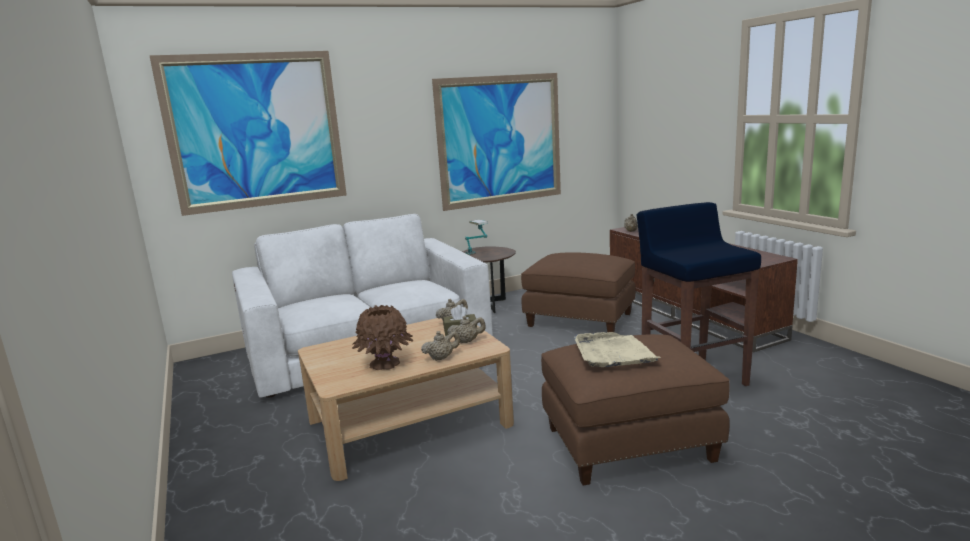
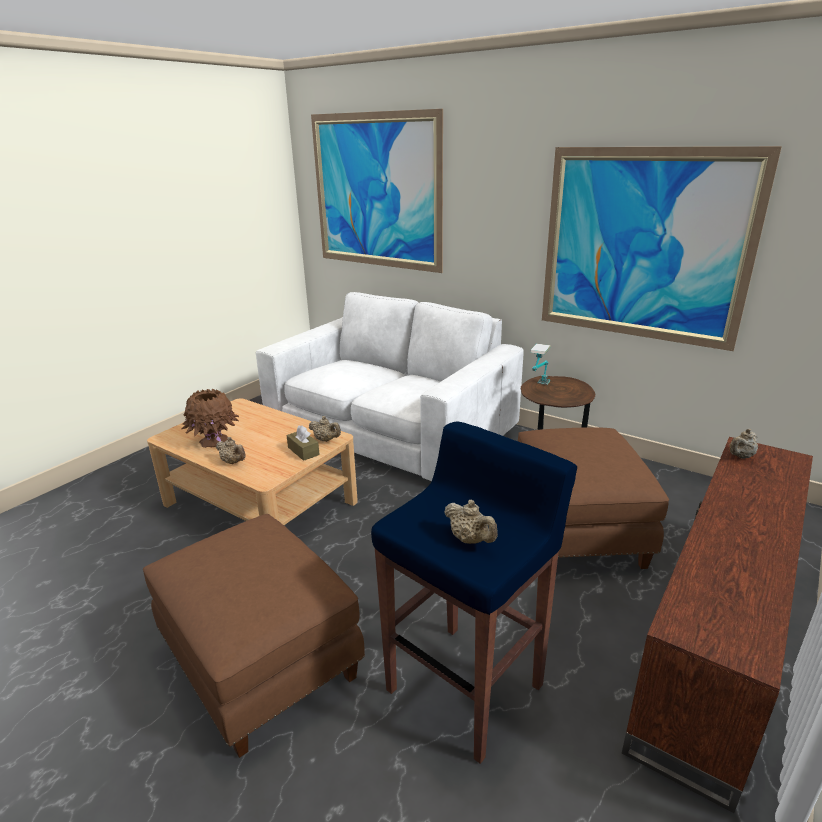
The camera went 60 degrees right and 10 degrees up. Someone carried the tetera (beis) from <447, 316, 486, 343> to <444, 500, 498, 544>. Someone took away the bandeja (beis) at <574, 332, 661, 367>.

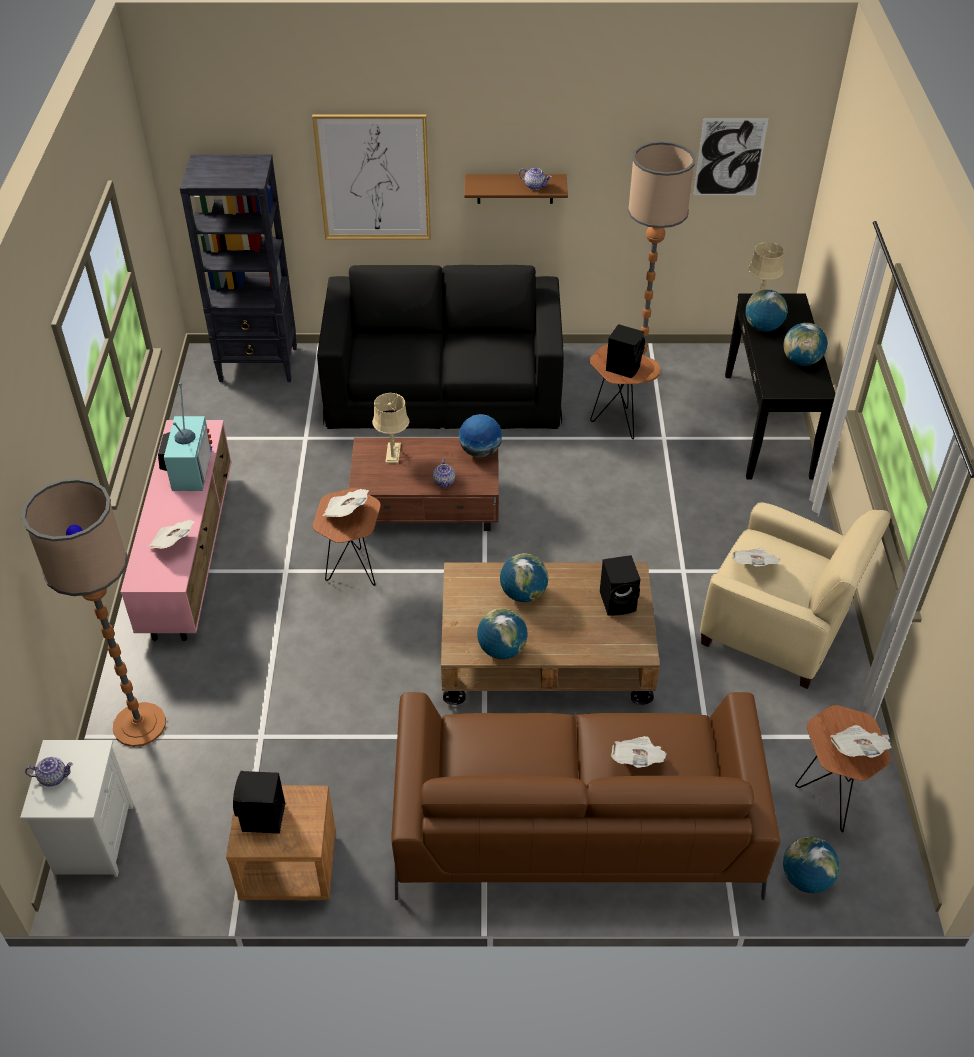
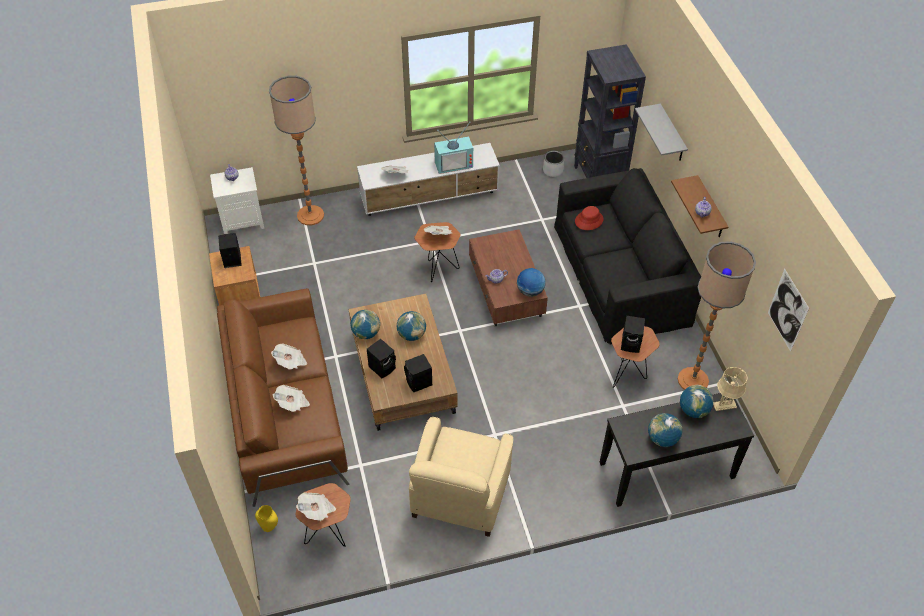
The camera went 75 degrees right and 5 degrees up. Someone swapped the cuadro at <312, 114, 431, 240> for the estante (gris) at <635, 104, 688, 161>. Someone took away the lámpara de mesa (beis) at <372, 393, 410, 464>. Someone repainted the mueble de televisión (rosa) at <121, 420, 232, 641>, which became the mueble de televisión (blanco) at <357, 143, 500, 216>. Someone carried the periódico from <732, 548, 781, 566> to <271, 343, 307, 370>. Someone swapped the globo terráqueo at <783, 837, 840, 893> for the florero (amarillo) at <255, 505, 278, 532>. Someone put down the maceta (gris) at <543, 150, 564, 177>. Someone put down the sombrero (rojo) at <575, 206, 604, 230>. Someone put down the altavoz (negro) at <367, 339, 396, 378>.

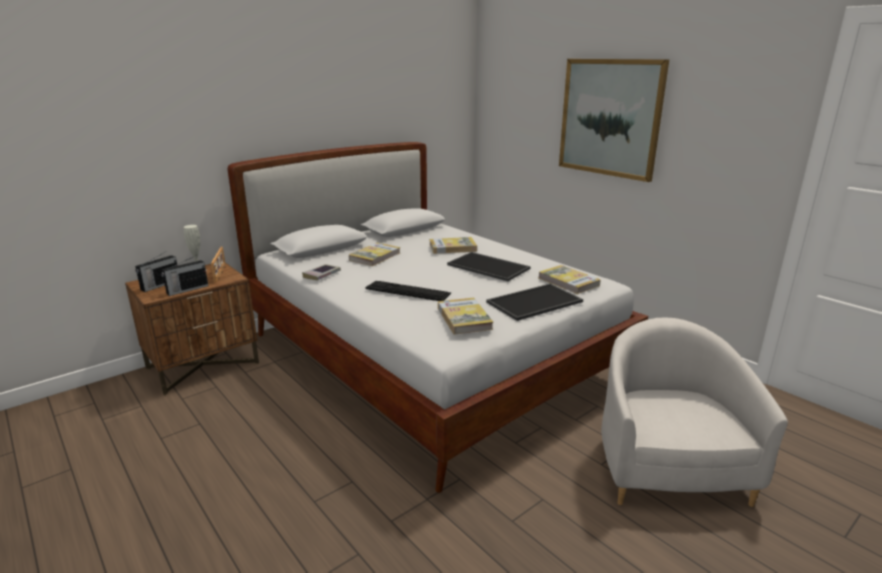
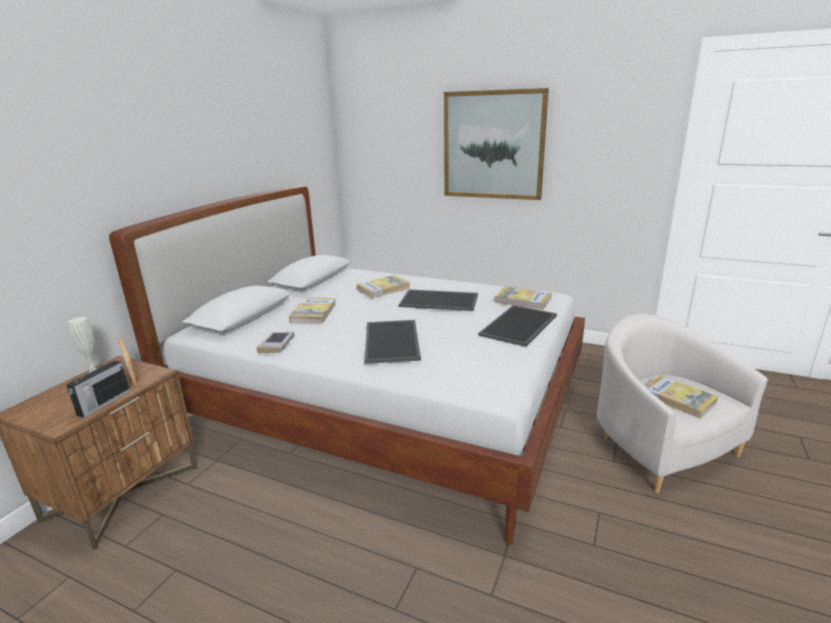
The camera went 25 degrees left and 0 degrees up. Someone took away the radio at <135, 252, 178, 292>. Someone swapped the teclado at <365, 281, 451, 301> for the bandeja at <365, 320, 421, 364>. Someone carried the libro from <438, 298, 493, 334> to <645, 376, 718, 419>.

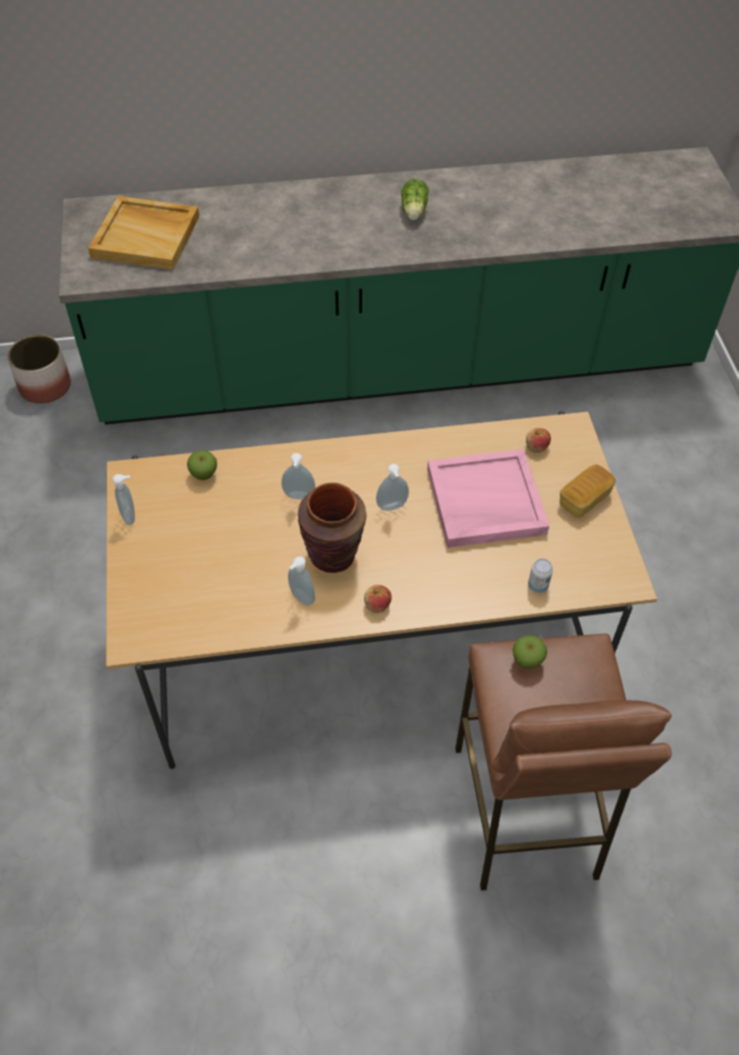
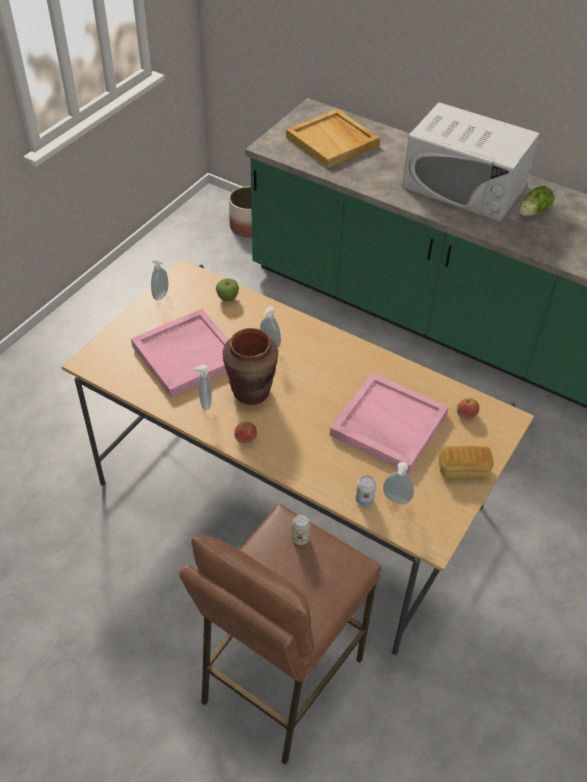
The camera went 40 degrees right and 5 degrees down. Someone carried the dispensador de jabón from <376, 464, 409, 511> to <383, 462, 414, 505>. Someone swapped the manzana at <513, 635, 547, 669> for the lata at <292, 514, 311, 545>. Someone put down the microondas (blanco) at <402, 102, 540, 222>. Someone put down the bandeja (rosa) at <131, 309, 229, 398>.

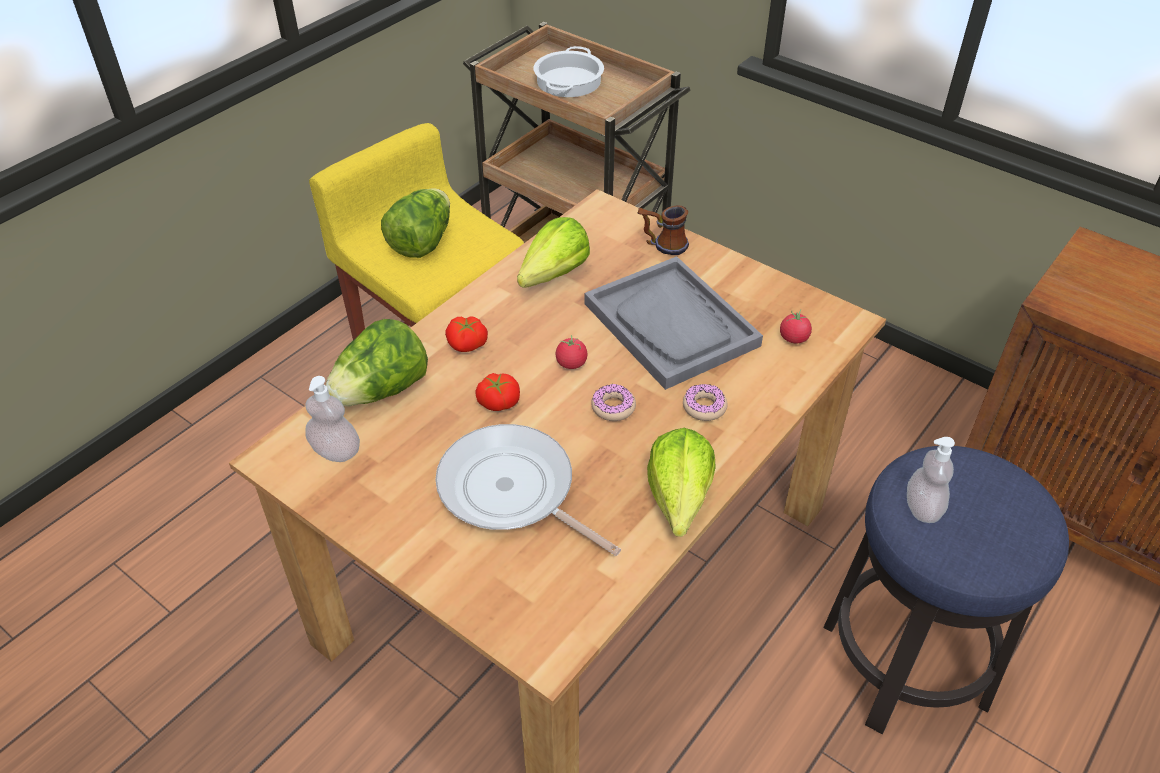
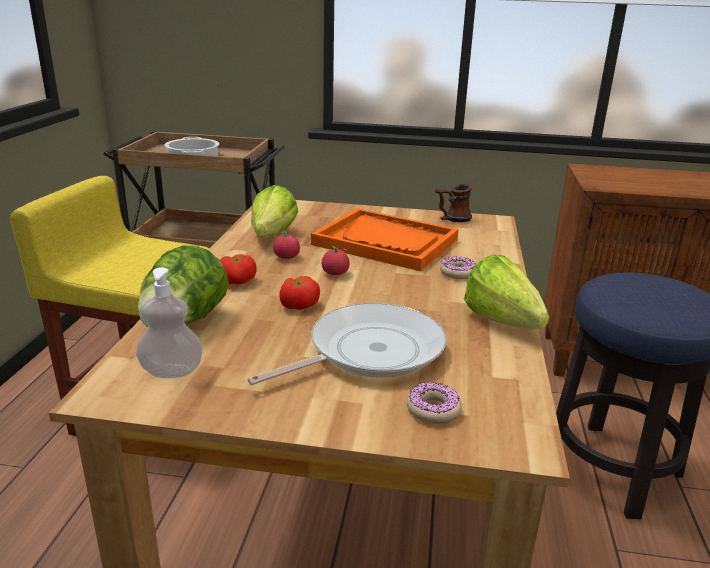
The camera went 30 degrees left and 20 degrees down. Someone took away the lechuga at <381, 188, 450, 258>. Someone carried the taza grande from <638, 205, 689, 255> to <435, 183, 473, 222>. Someone repainted the bandeja (gris) at <584, 256, 763, 390>, which became the bandeja (naranja) at <311, 208, 459, 271>. Someone carried the tomate from <780, 310, 812, 344> to <273, 230, 300, 259>. Someone carried the rosquilla from <591, 384, 636, 421> to <407, 382, 462, 424>. Someone rotated the sartén at <435, 424, 621, 556> by 135 degrees clockwise. Someone took away the dispensador de jabón at <907, 437, 955, 523>.

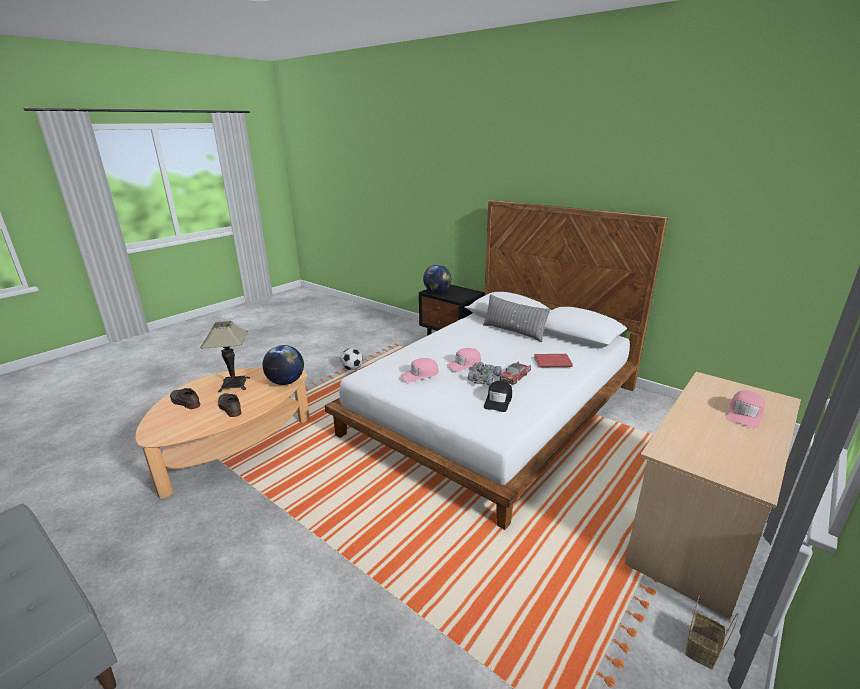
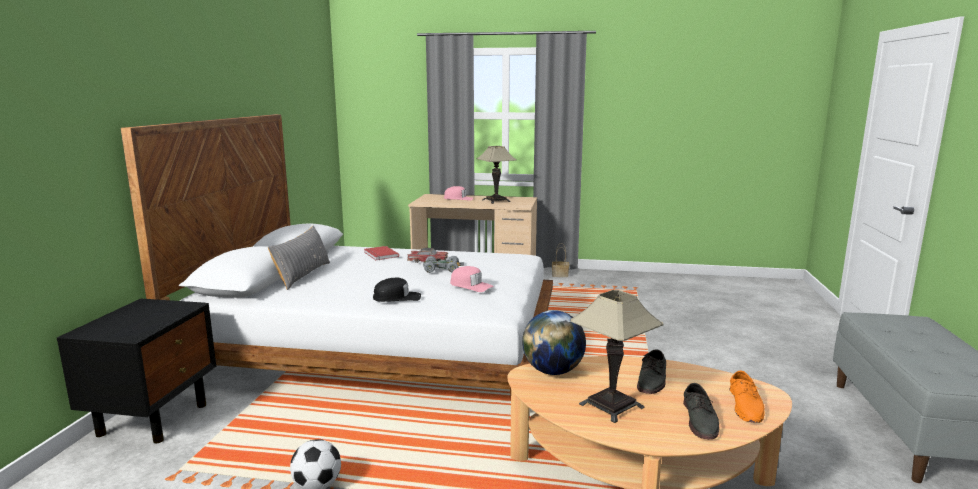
The camera went 120 degrees left and 10 degrees down. Someone took away the globo terráqueo at <423, 264, 451, 293>. Someone took away the gorra (rosa) at <447, 348, 481, 372>. Someone carried the gorra (negro) from <484, 381, 512, 412> to <373, 278, 421, 302>. Someone put down the lámpara de mesa at <476, 146, 516, 204>. Someone put down the zapato (naranja) at <730, 371, 764, 423>.

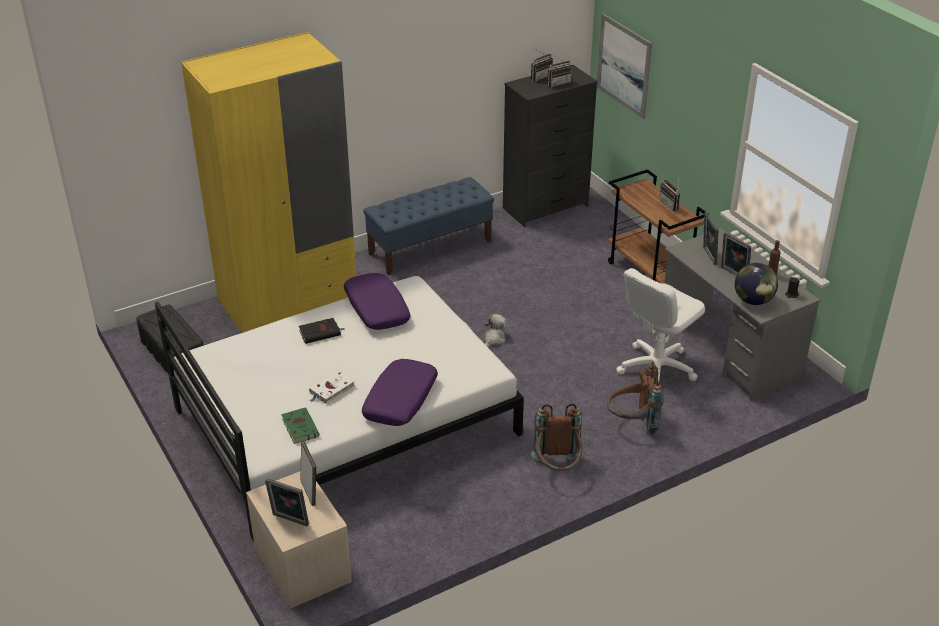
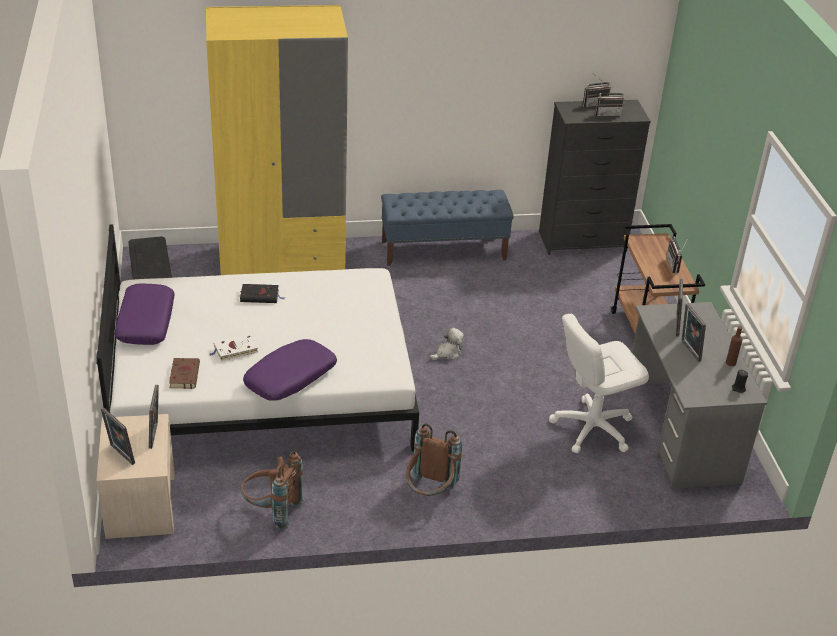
The camera went 20 degrees right and 0 degrees up. Someone took away the cuadro at <597, 13, 652, 119>. Someone took away the globo terráqueo at <735, 263, 778, 305>. Someone carried the cojín (morado) from <344, 273, 410, 330> to <114, 283, 175, 345>. Someone carried the mochila (marrón) from <607, 362, 664, 436> to <240, 451, 304, 531>. Someone repainted the libro (verde) at <281, 408, 319, 444>, which became the libro (marrón) at <169, 358, 200, 389>.

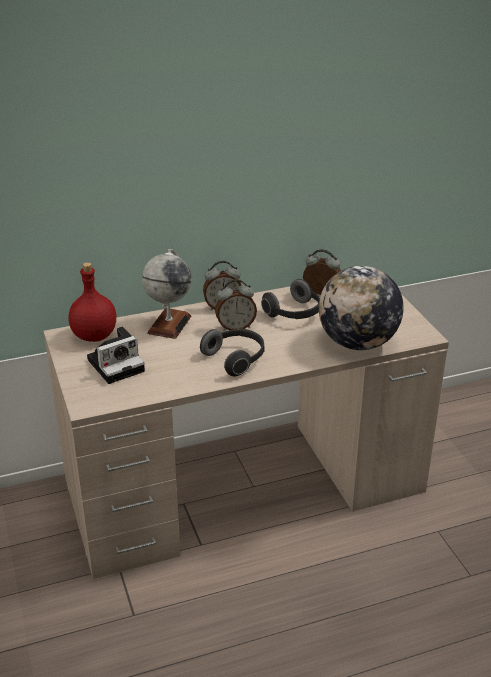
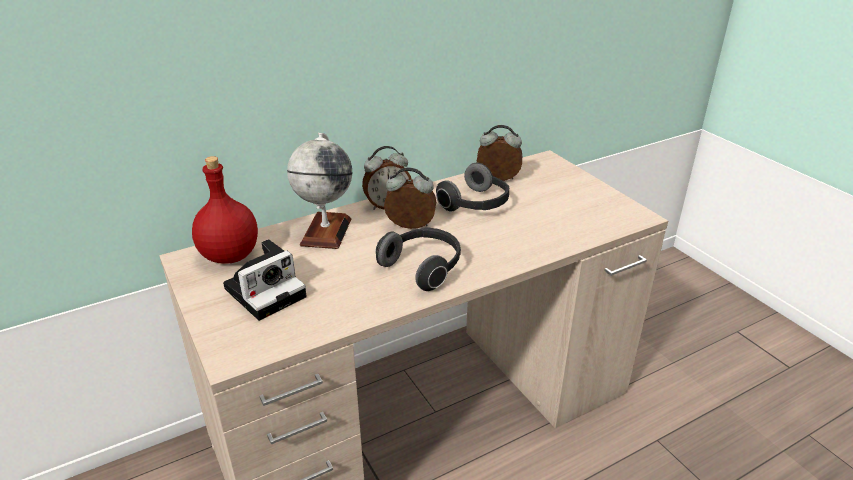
The camera went 10 degrees left and 0 degrees up. Someone took away the globo terráqueo at <319, 266, 403, 350>. Someone rotated the despertador at <215, 279, 257, 331> by 150 degrees counterclockwise.

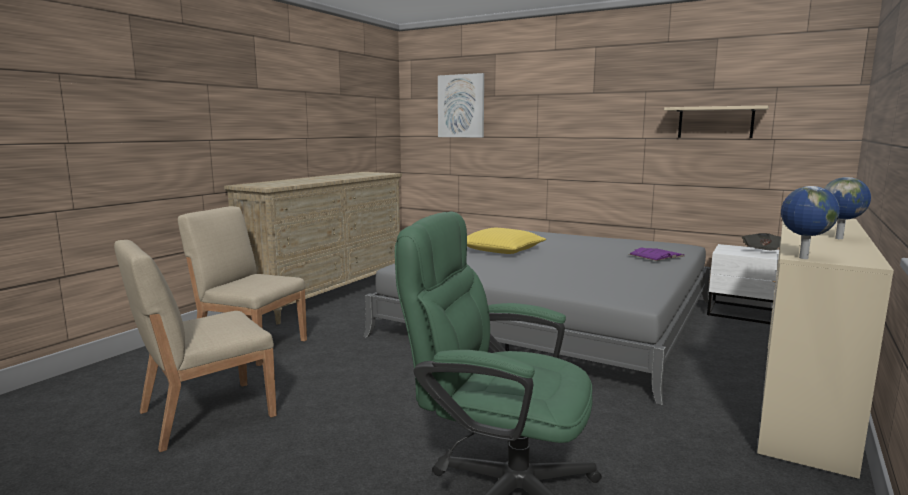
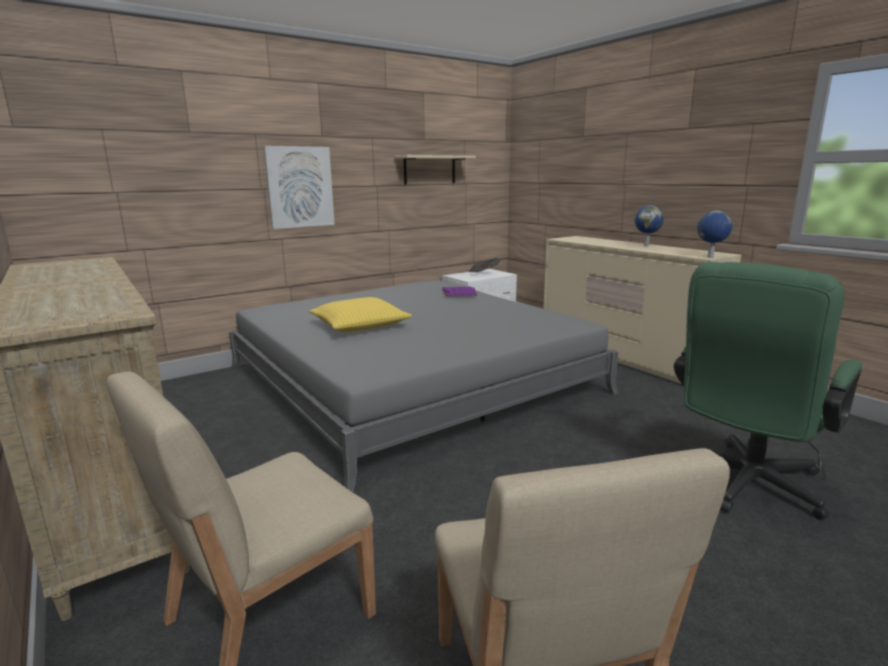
The camera went 65 degrees left and 5 degrees up. Someone carried the cuadro from <438, 73, 484, 138> to <263, 146, 335, 229>.

